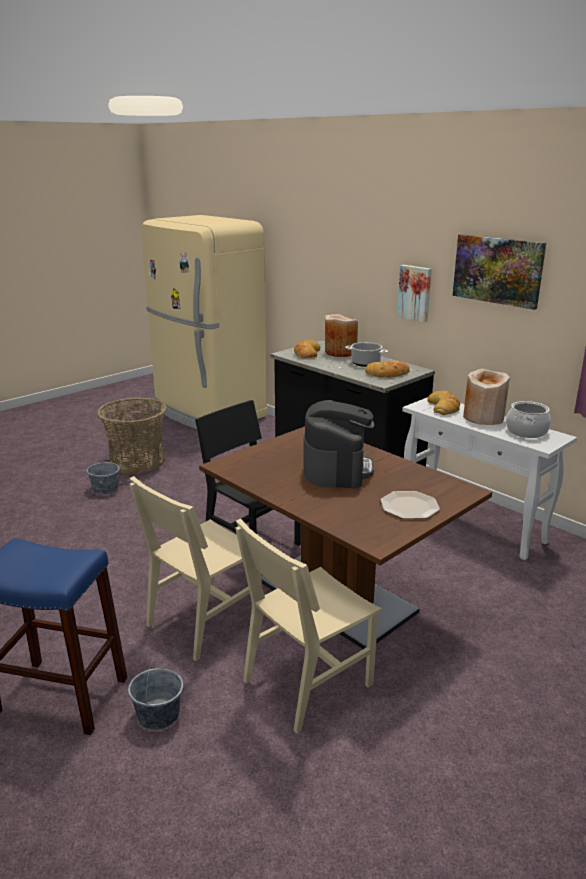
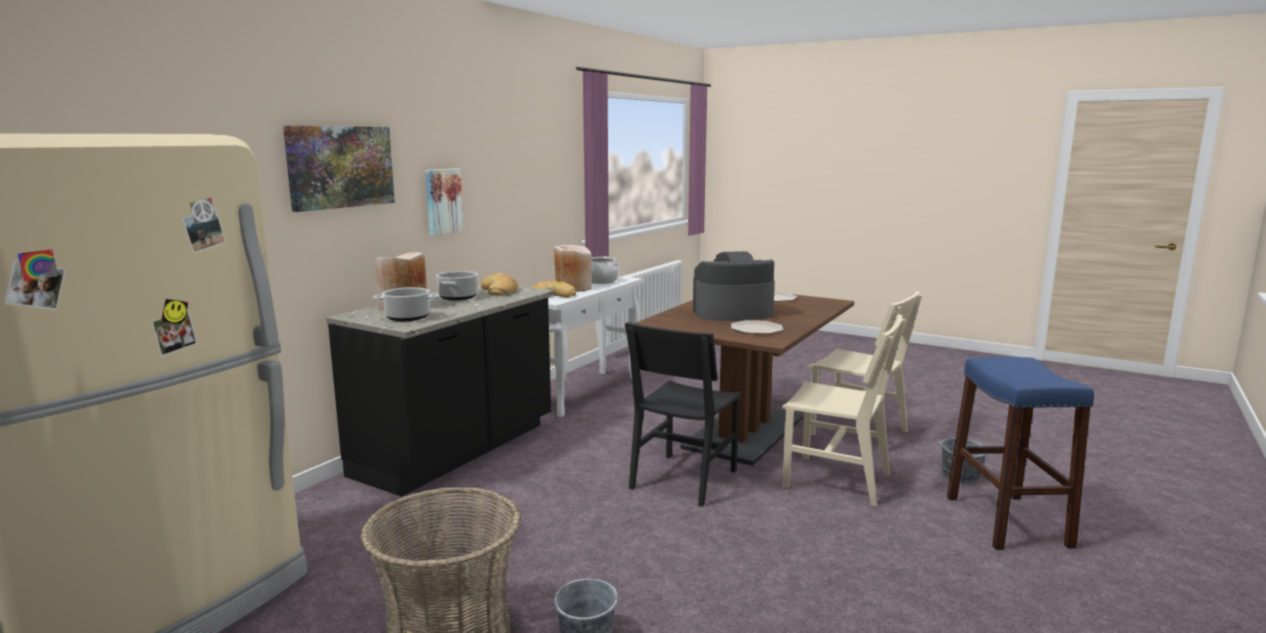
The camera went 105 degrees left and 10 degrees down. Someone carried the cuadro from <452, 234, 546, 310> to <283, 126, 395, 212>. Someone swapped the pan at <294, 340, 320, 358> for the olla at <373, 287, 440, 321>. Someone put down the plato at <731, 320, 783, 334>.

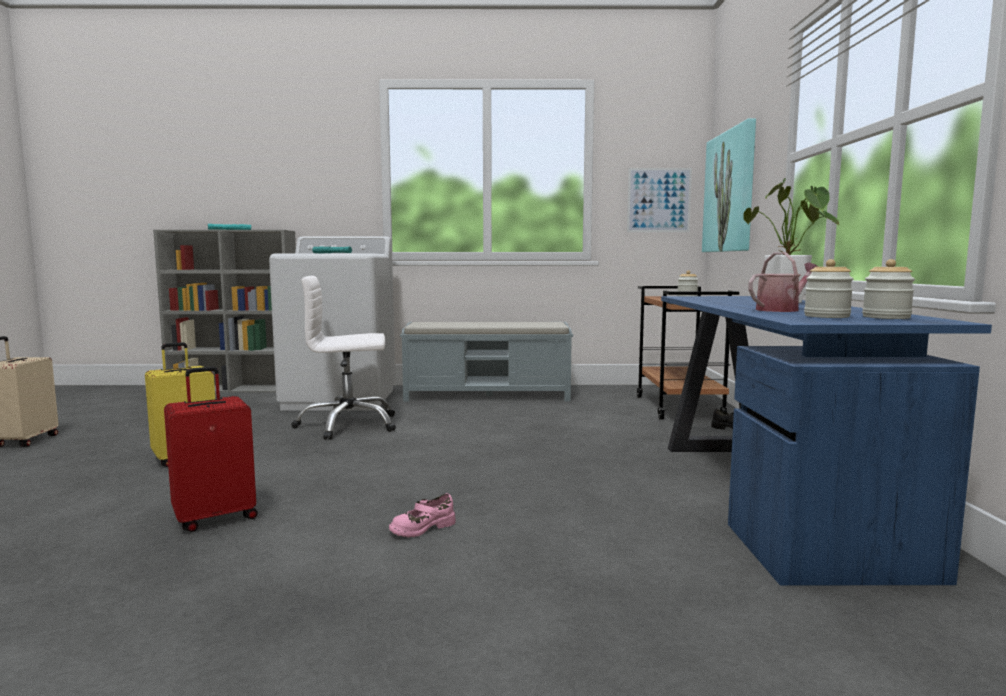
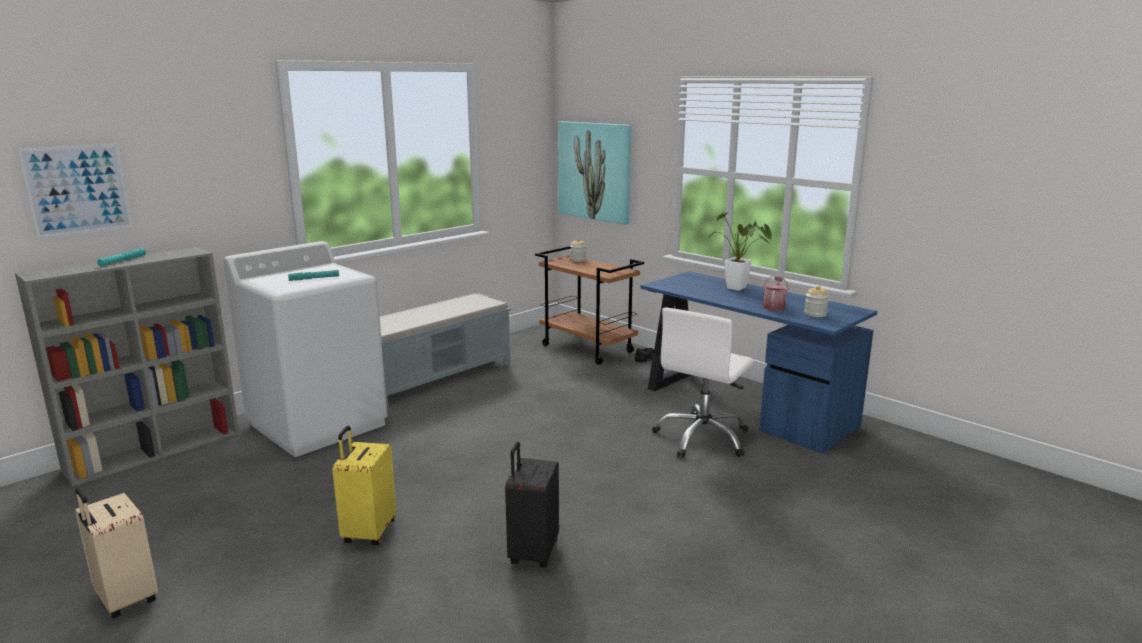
The camera went 45 degrees left and 10 degrees up. Someone carried the cuadro from <627, 168, 692, 232> to <17, 144, 133, 238>. Someone took away the tarro at <862, 259, 915, 319>. Someone carried the silla de oficina (blanco) from <291, 276, 396, 440> to <652, 308, 754, 458>. Someone repainted the maleta (rojo) at <164, 366, 258, 532>, which became the maleta (negro) at <505, 441, 559, 568>. Someone took away the zapato (rosa) at <389, 493, 456, 537>.

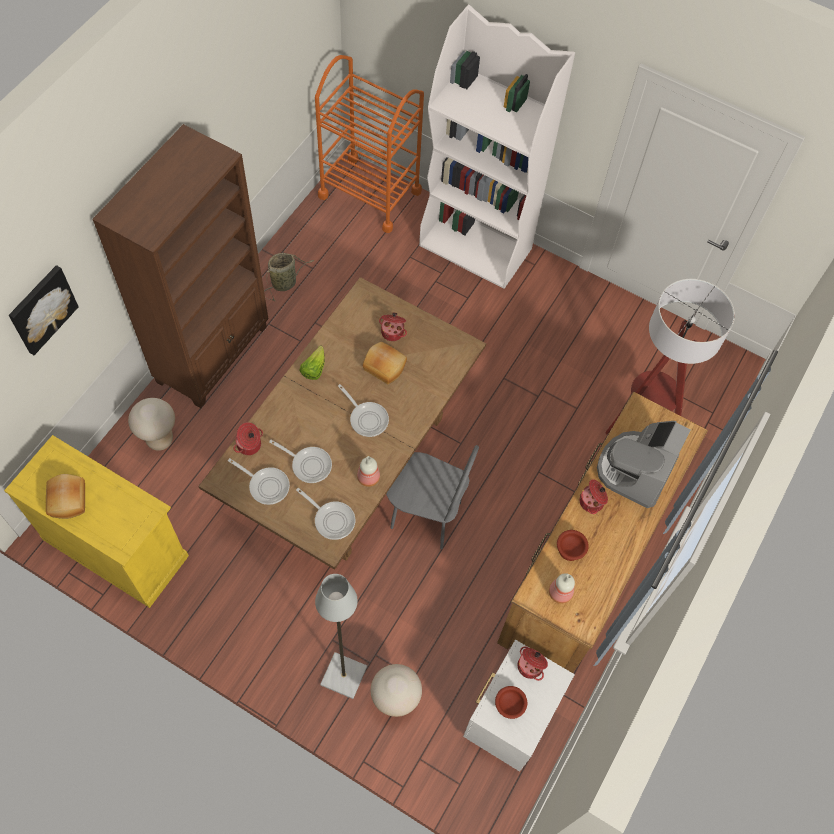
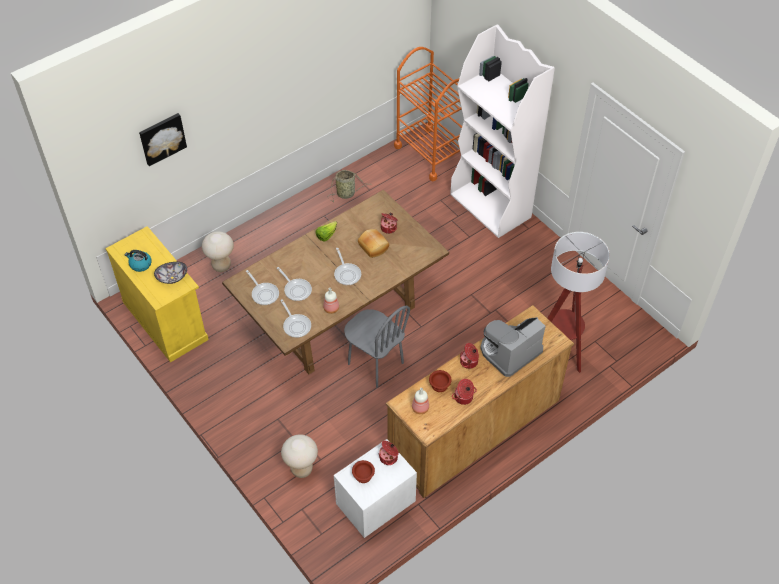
The camera went 25 degrees right and 10 degrees down. Someone took away the estantería (marrón) at <92, 124, 268, 408>. Someone carried the olla from <234, 422, 263, 455> to <452, 379, 477, 405>. Someone swapped the pan at <46, 474, 85, 519> for the hervidor at <125, 250, 152, 272>. Someone took away the lámpara de pie (gris) at <315, 574, 367, 699>. Someone put down the cuenco at <154, 262, 187, 284>.

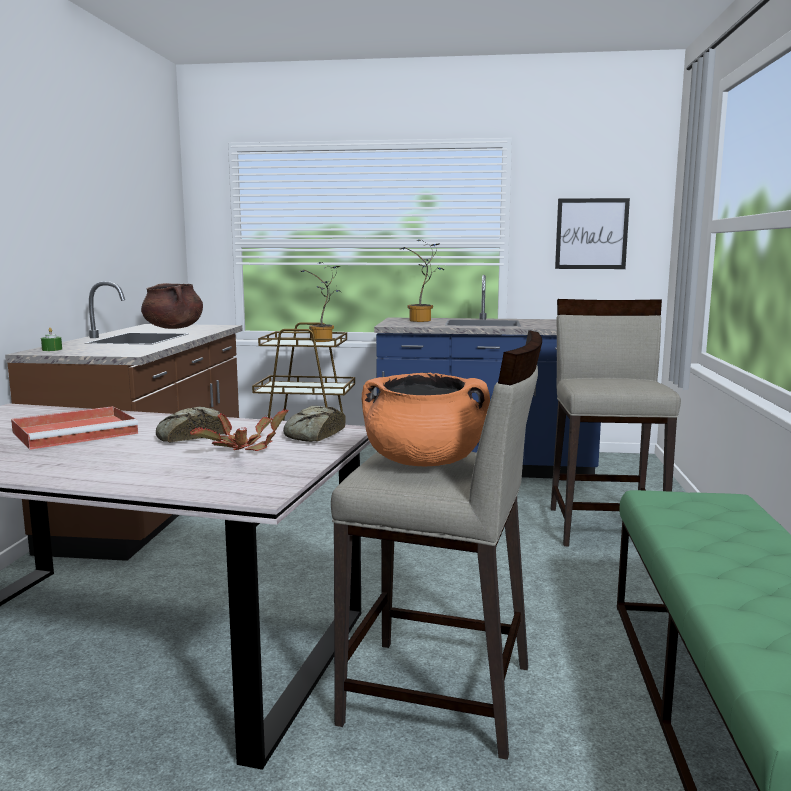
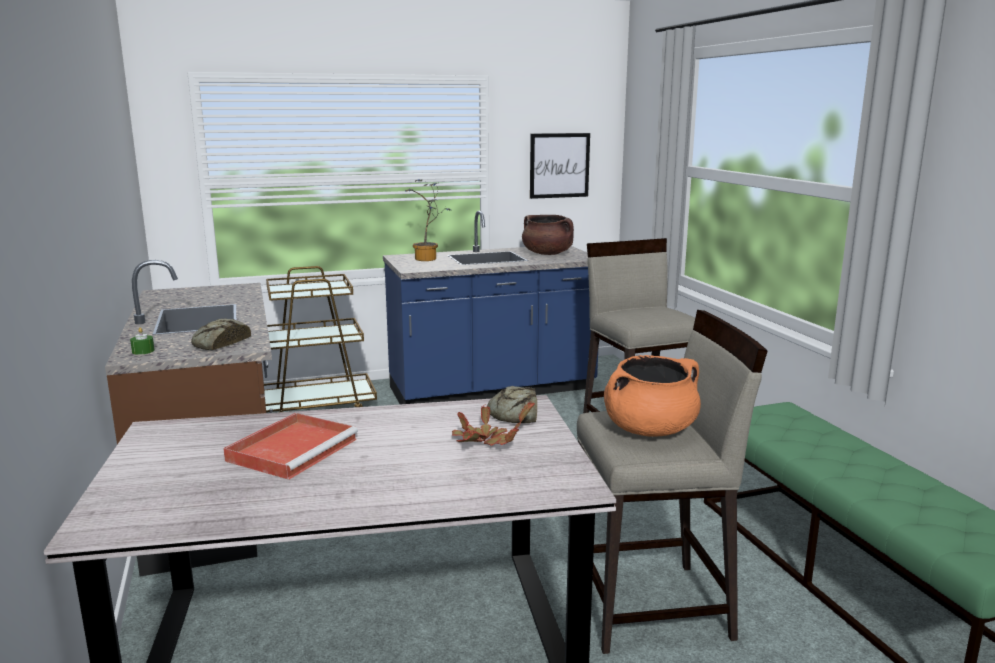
The camera went 25 degrees left and 5 degrees up. Someone took away the planta en maceta at <299, 262, 341, 342>. Someone carried the olla (marrón) from <141, 283, 203, 329> to <522, 215, 574, 255>. Someone carried the pan from <156, 406, 224, 442> to <191, 318, 251, 350>.

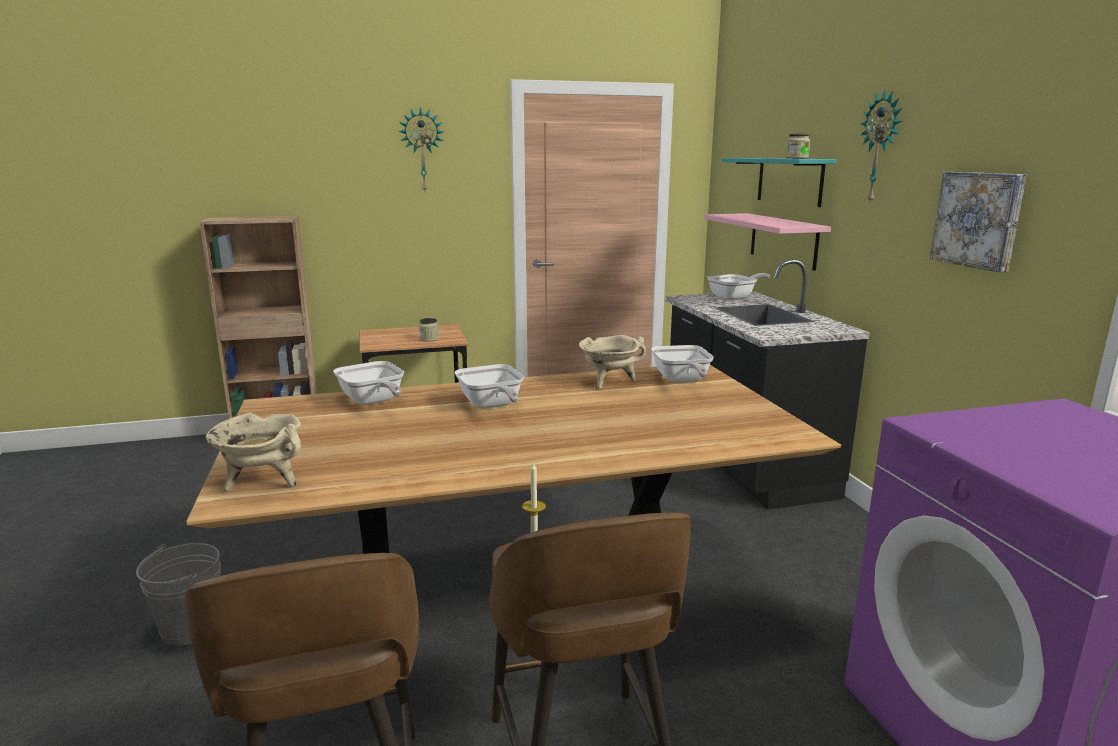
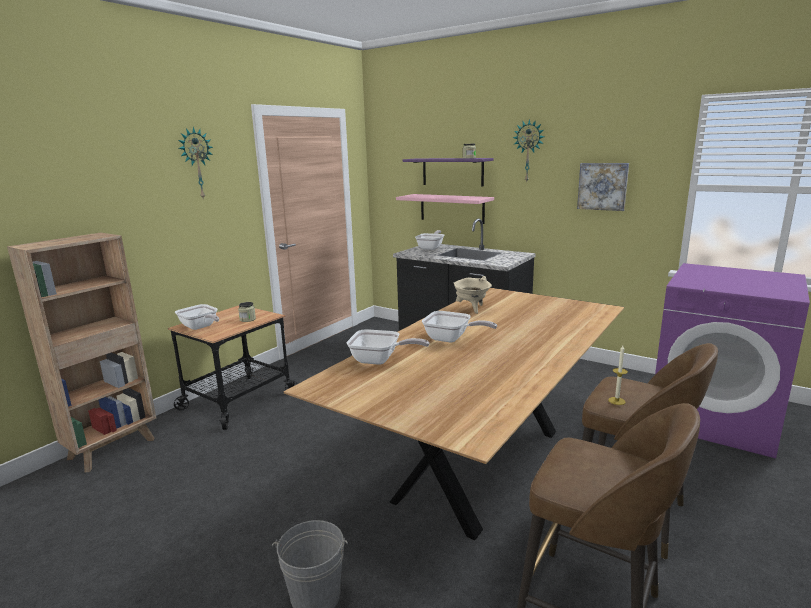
The camera went 40 degrees left and 0 degrees up. Someone repainted the estante (turquesa) at <722, 158, 837, 207>, which became the estante (morado) at <403, 158, 494, 186>. Someone carried the sartén from <651, 345, 714, 383> to <175, 304, 219, 330>. Someone took away the olla (beis) at <206, 412, 301, 492>.

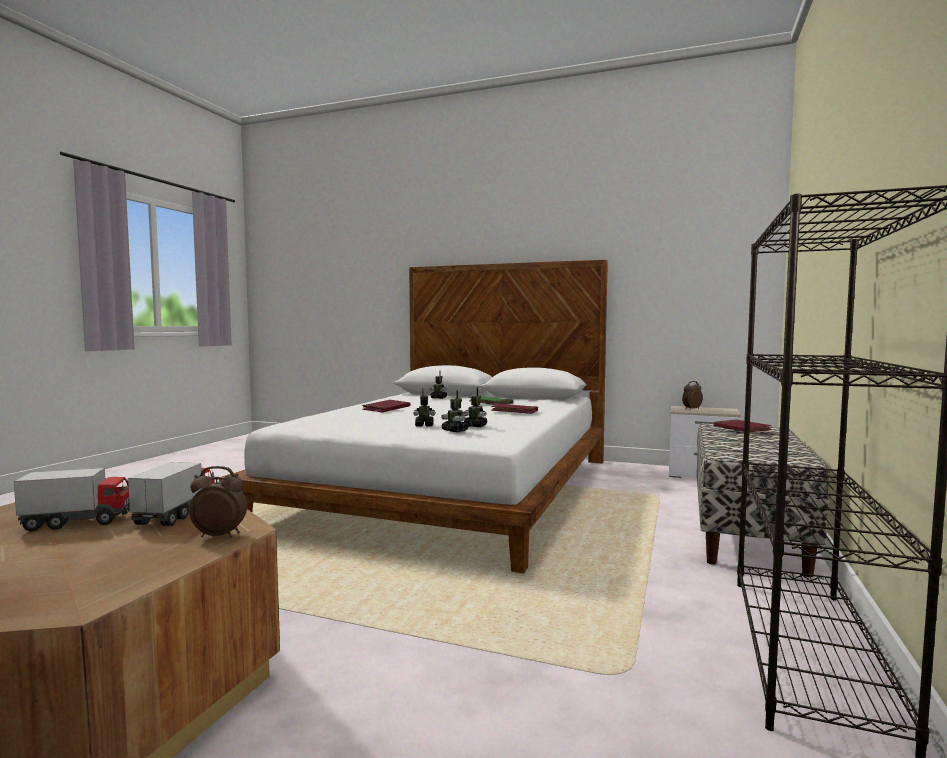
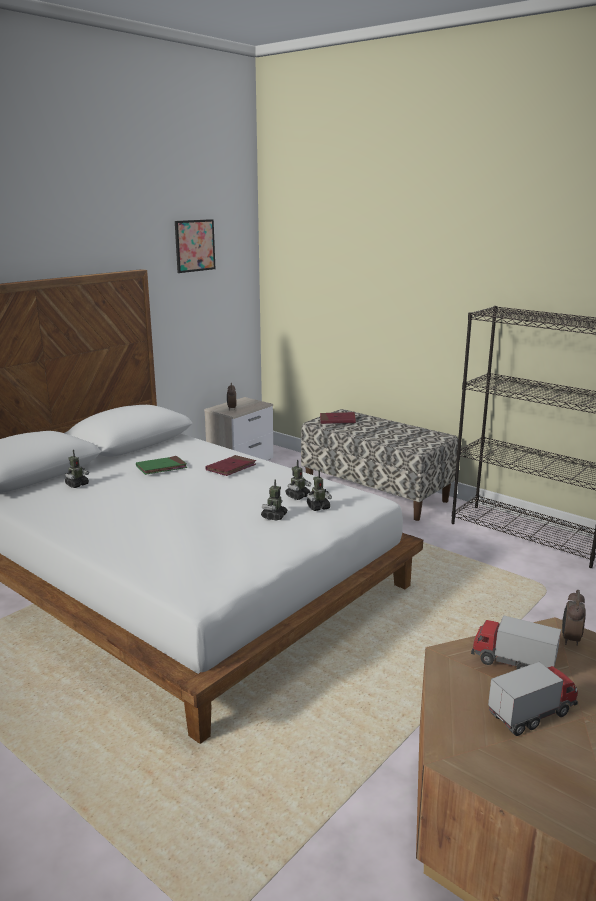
The camera went 70 degrees left and 15 degrees up. Someone took away the libro (rojo) at <362, 400, 410, 412>. Someone rotated the camión de juguete at <14, 468, 130, 531> by 60 degrees clockwise. Someone put up the cuadro at <175, 219, 215, 273>.

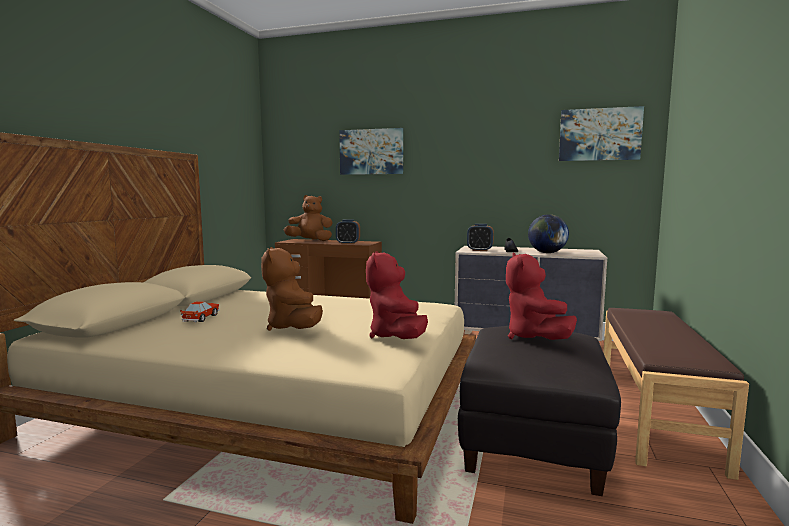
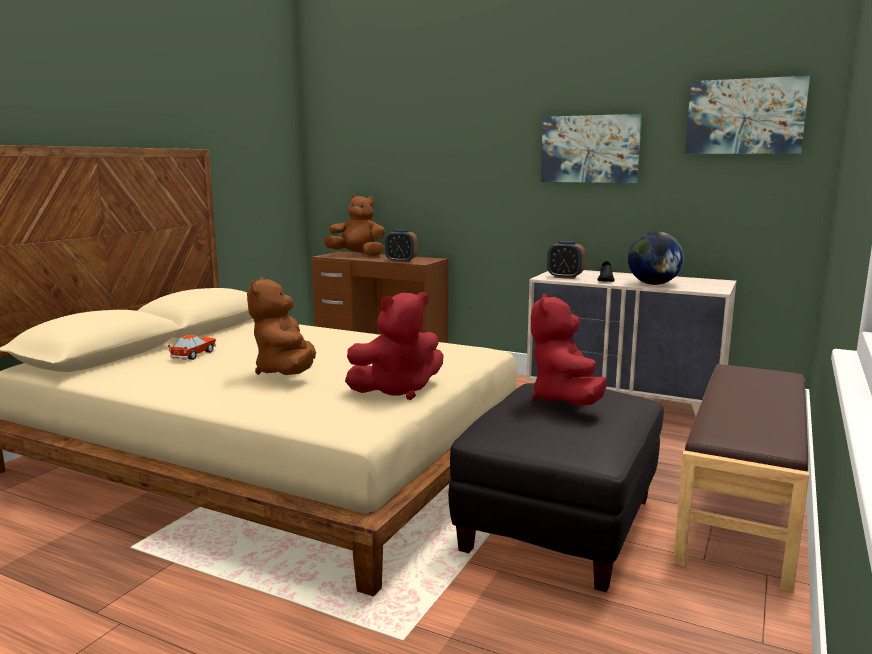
The camera went 10 degrees right and 5 degrees up. Someone carried the cuadro from <339, 128, 403, 175> to <541, 114, 642, 183>. Someone rotated the peluche (rojo) at <366, 251, 428, 339> by 120 degrees counterclockwise.

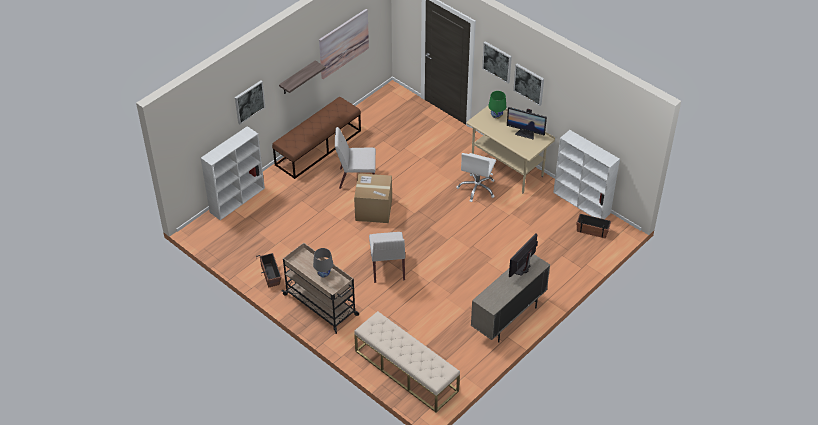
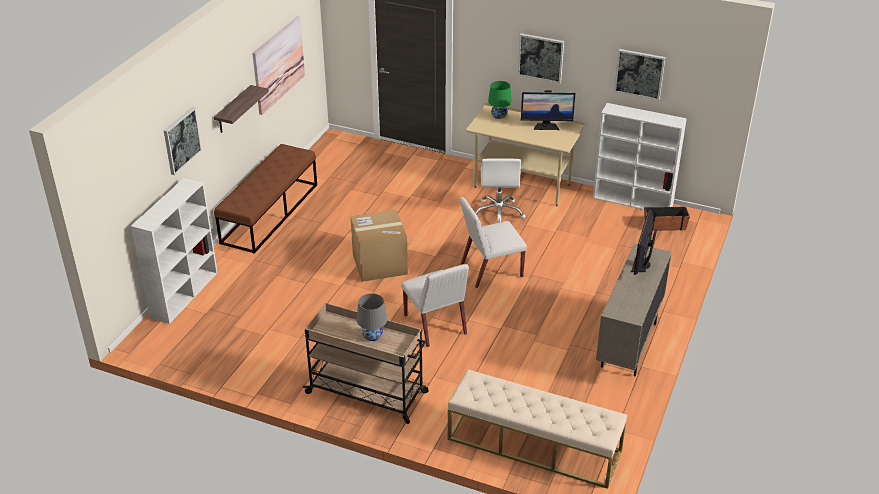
The camera went 20 degrees left and 10 degrees down. Someone carried the cuadro from <482, 41, 512, 83> to <614, 49, 665, 100>. Someone carried the silla (blanco) from <335, 127, 376, 189> to <460, 197, 527, 288>. Someone took away the maceta at <256, 253, 281, 288>.

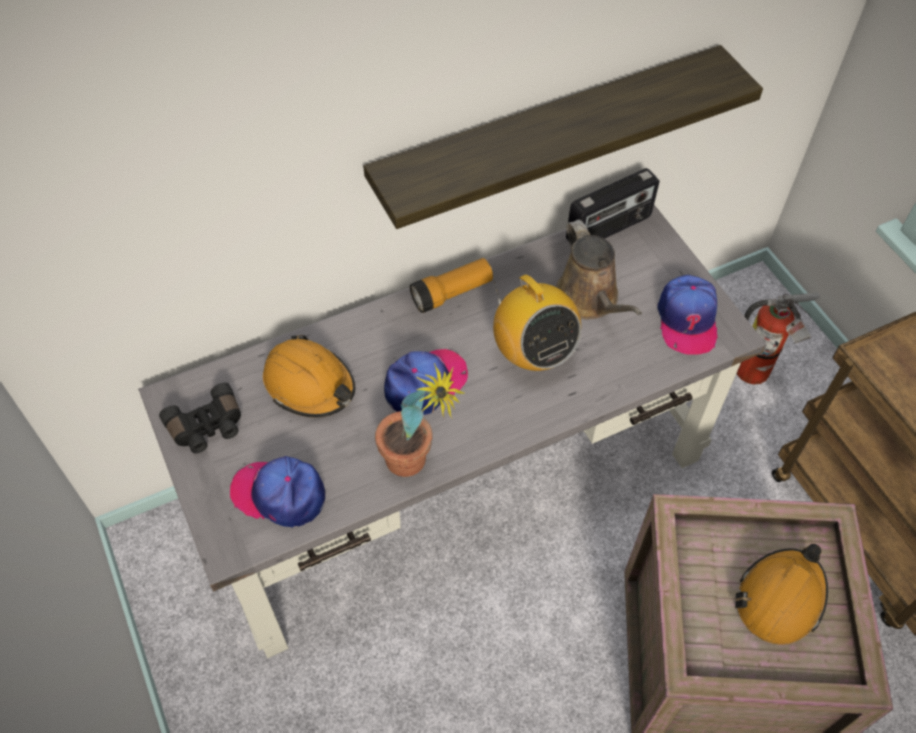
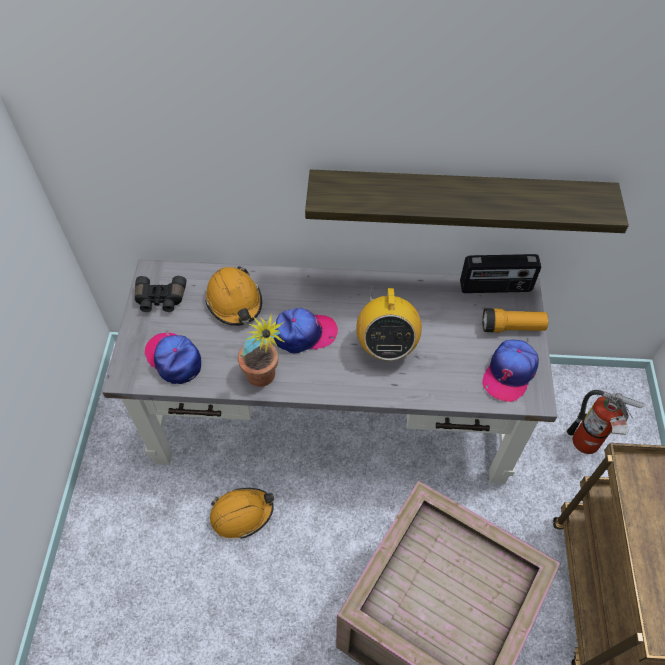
The camera went 30 degrees right and 0 degrees up. Someone took away the regadera (marrón) at <556, 220, 642, 319>. Someone carried the linterna from <410, 258, 493, 313> to <482, 308, 548, 332>. Someone carried the casco (naranja) from <735, 544, 828, 645> to <210, 488, 274, 539>.

